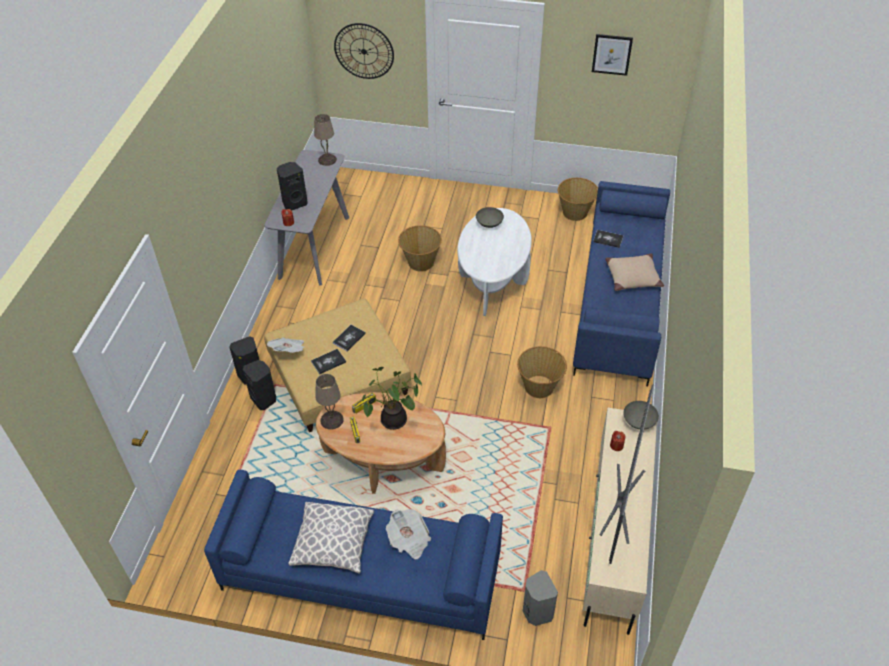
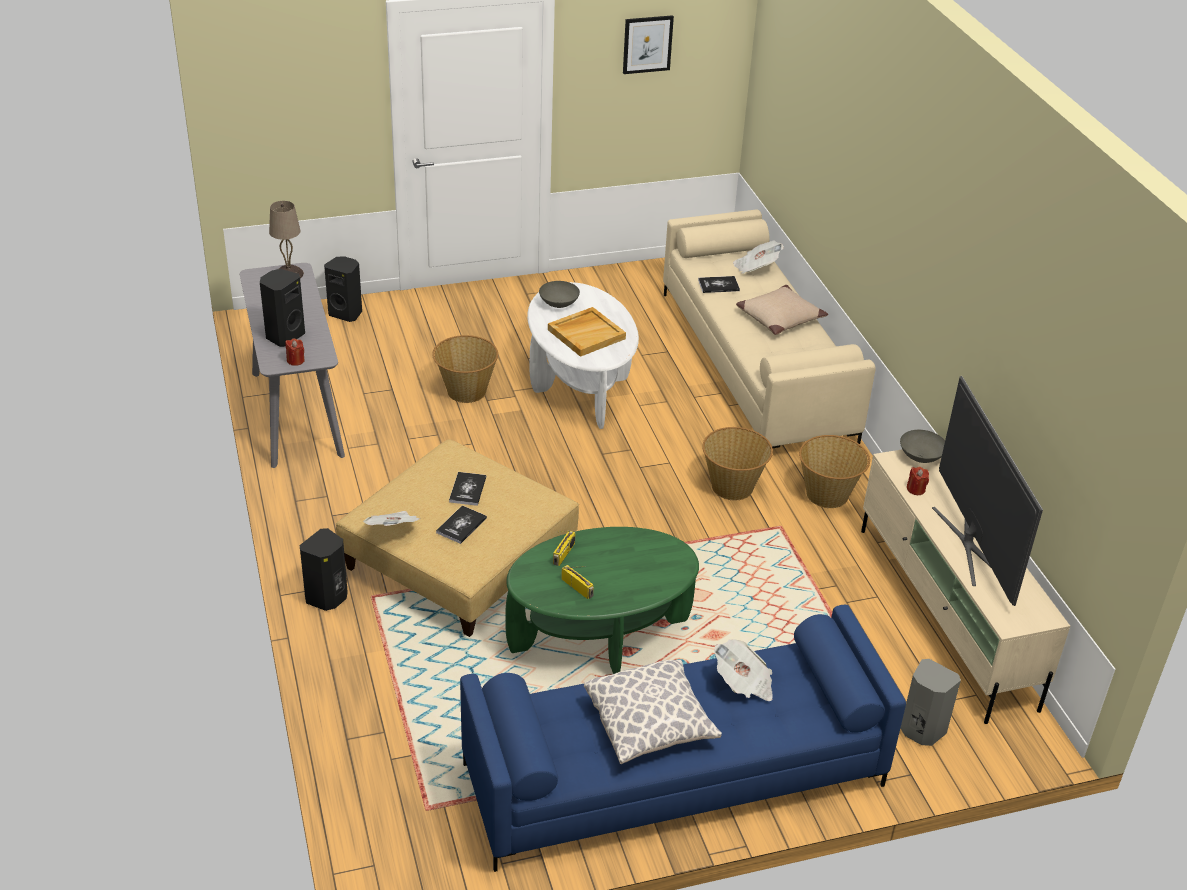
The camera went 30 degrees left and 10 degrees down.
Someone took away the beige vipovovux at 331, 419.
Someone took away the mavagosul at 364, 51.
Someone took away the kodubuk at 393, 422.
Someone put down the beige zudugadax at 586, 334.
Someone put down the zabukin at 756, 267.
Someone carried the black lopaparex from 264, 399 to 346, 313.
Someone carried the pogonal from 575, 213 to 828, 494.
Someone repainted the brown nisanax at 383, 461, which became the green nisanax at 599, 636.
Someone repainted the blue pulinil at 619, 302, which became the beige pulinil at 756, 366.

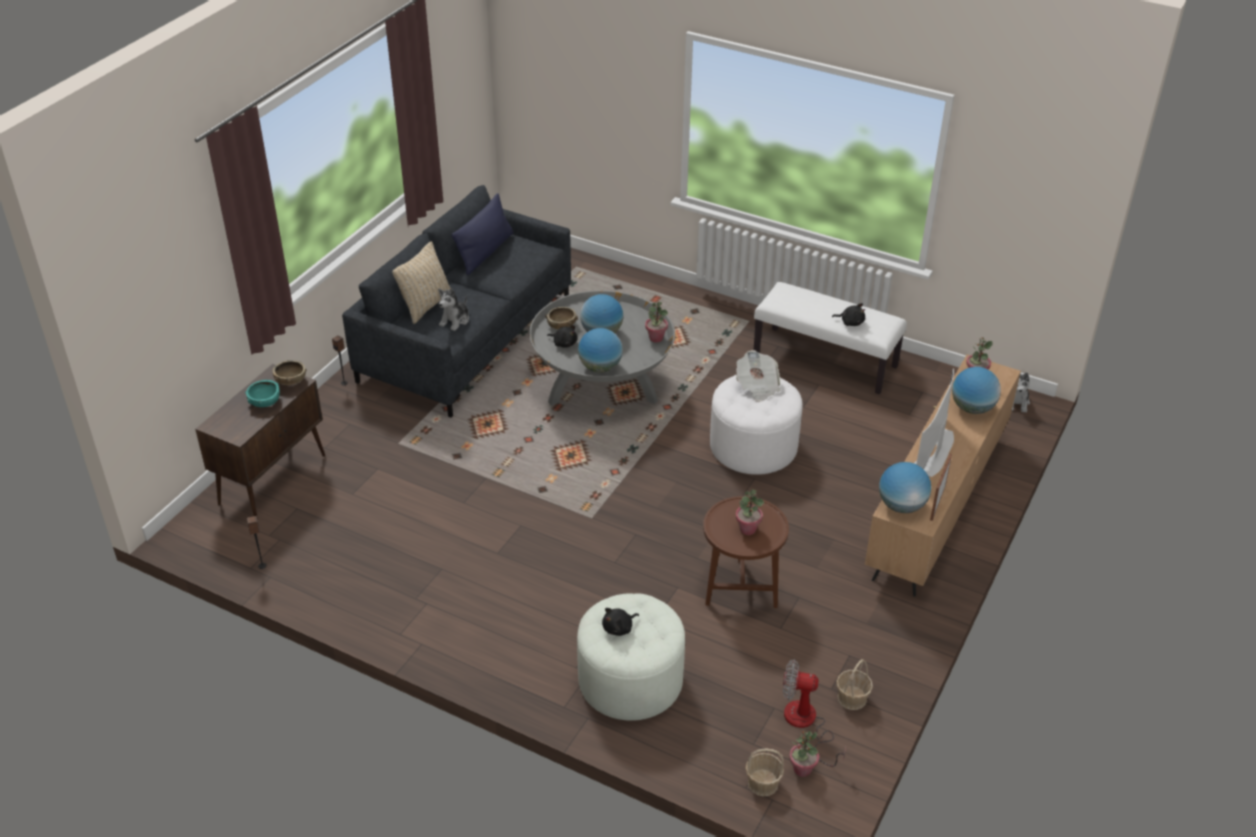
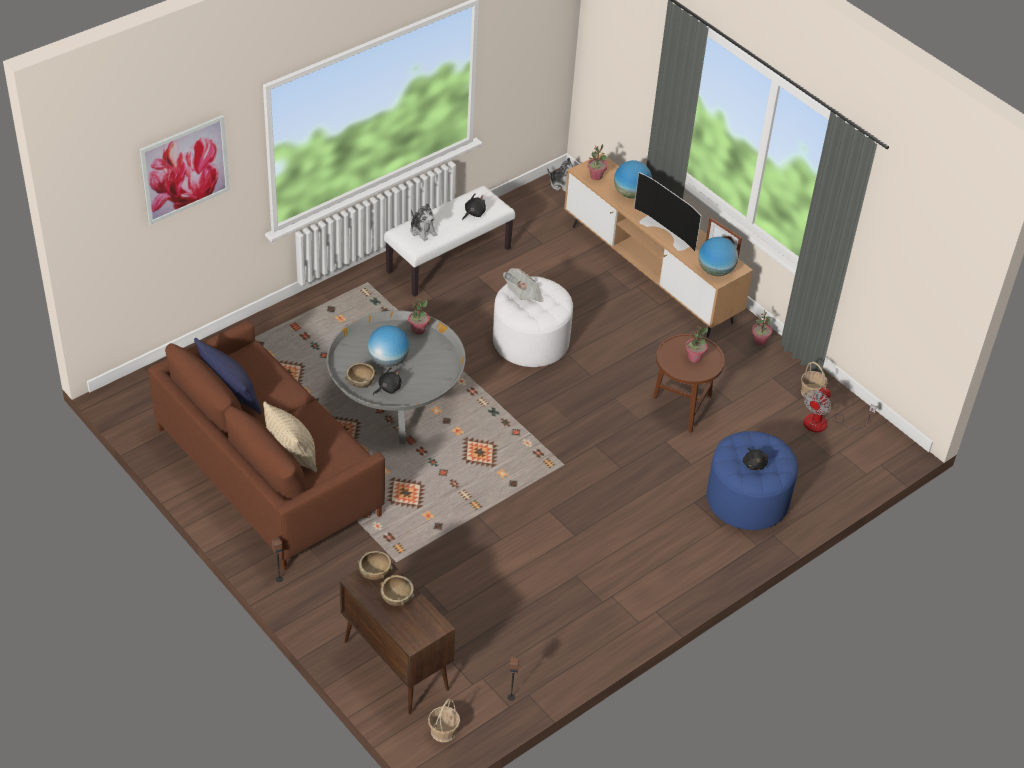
The camera went 70 degrees left and 5 degrees up.
Someone took away the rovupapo at 600, 367.
Someone put up the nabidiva at 185, 169.
Someone carried the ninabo from 455, 320 to 423, 231.
Someone carried the pogonal from 762, 783 to 443, 731.
Someone carried the kodubuk from 802, 769 to 759, 341.
Someone repainted the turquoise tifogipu at 265, 401, which became the brown tifogipu at 397, 597.
Someone repainted the grey pulinil at 466, 339, which became the brown pulinil at 268, 472.
Someone repainted the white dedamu at 630, 680, which became the blue dedamu at 747, 500.

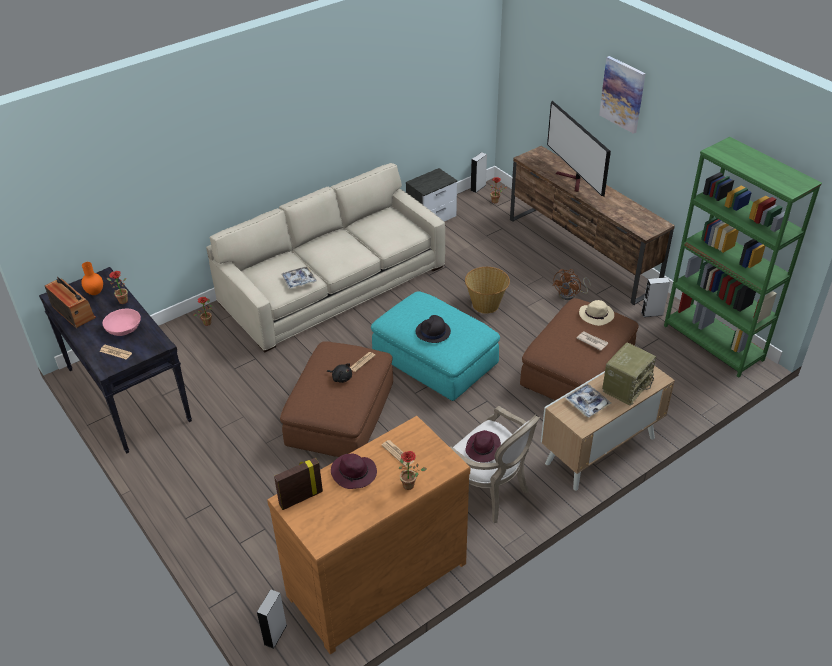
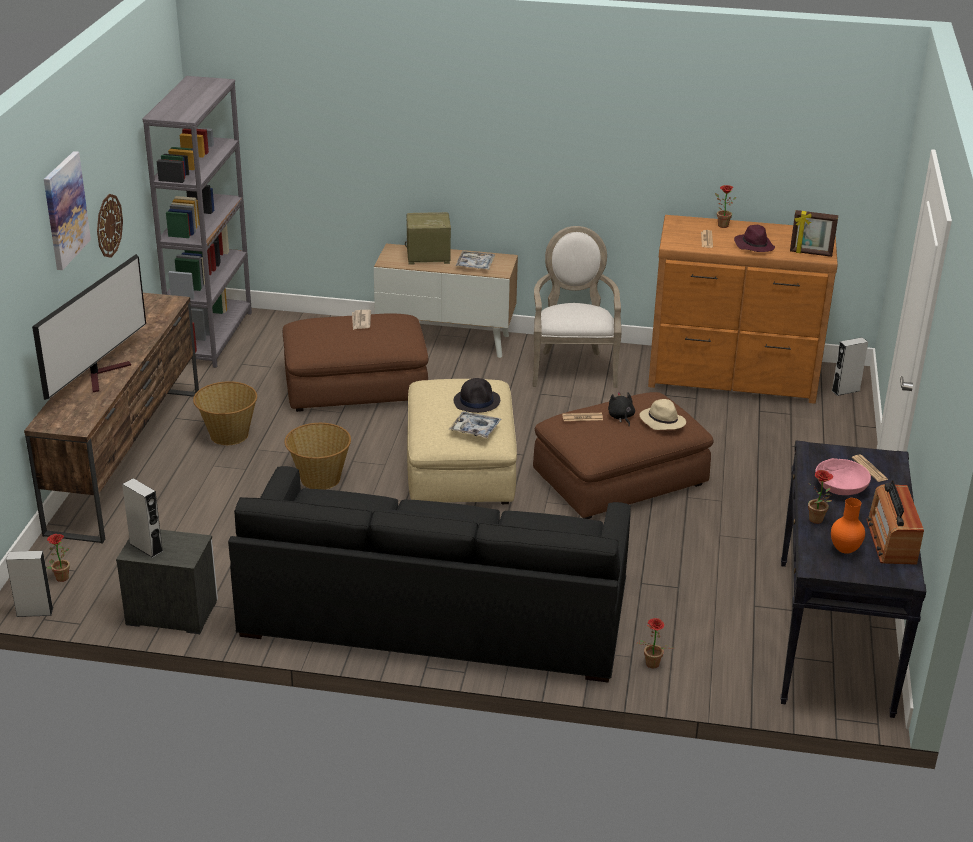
The camera went 135 degrees left and 10 degrees down.
Someone took away the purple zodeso at 483, 449.
Someone put up the mavagosul at 108, 225.
Someone carried the zudugadax from 299, 280 to 475, 429.
Someone carried the beige zodeso from 596, 315 to 661, 421.
Someone carried the grey lopaparex from 652, 313 to 146, 547.
Someone swapped the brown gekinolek at 570, 295 for the pogonal at 228, 435.
Someone repainted the beige pulinil at 333, 284, which became the black pulinil at 435, 608.
Someone repainted the turquoise dedamu at 435, 360, which became the beige dedamu at 460, 466.
Someone repainted the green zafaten at 713, 343, which became the grey zafaten at 211, 337.

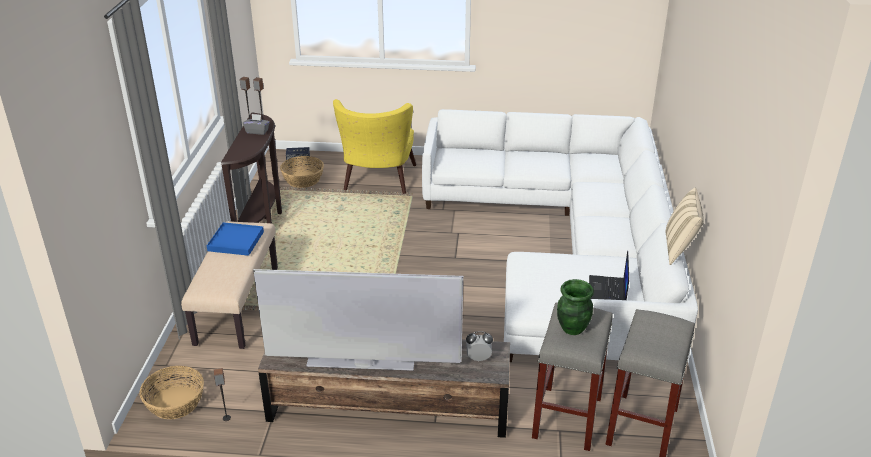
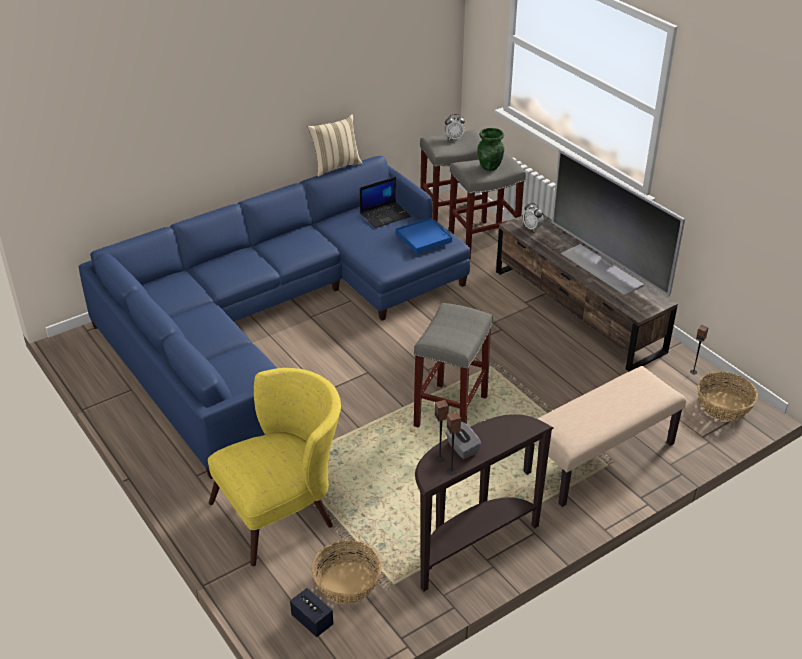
The camera went 130 degrees left and 5 degrees up.
Someone put down the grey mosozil at 451, 412.
Someone put down the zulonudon at 454, 138.
Someone carried the blue zudugadax from 236, 241 to 423, 238.
Someone repainted the white pulinil at 569, 247, which became the blue pulinil at 274, 318.

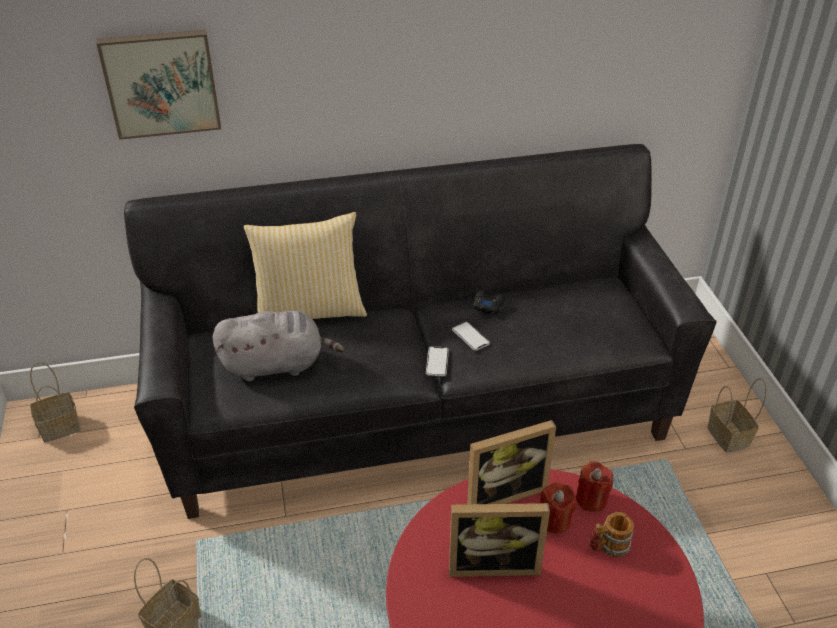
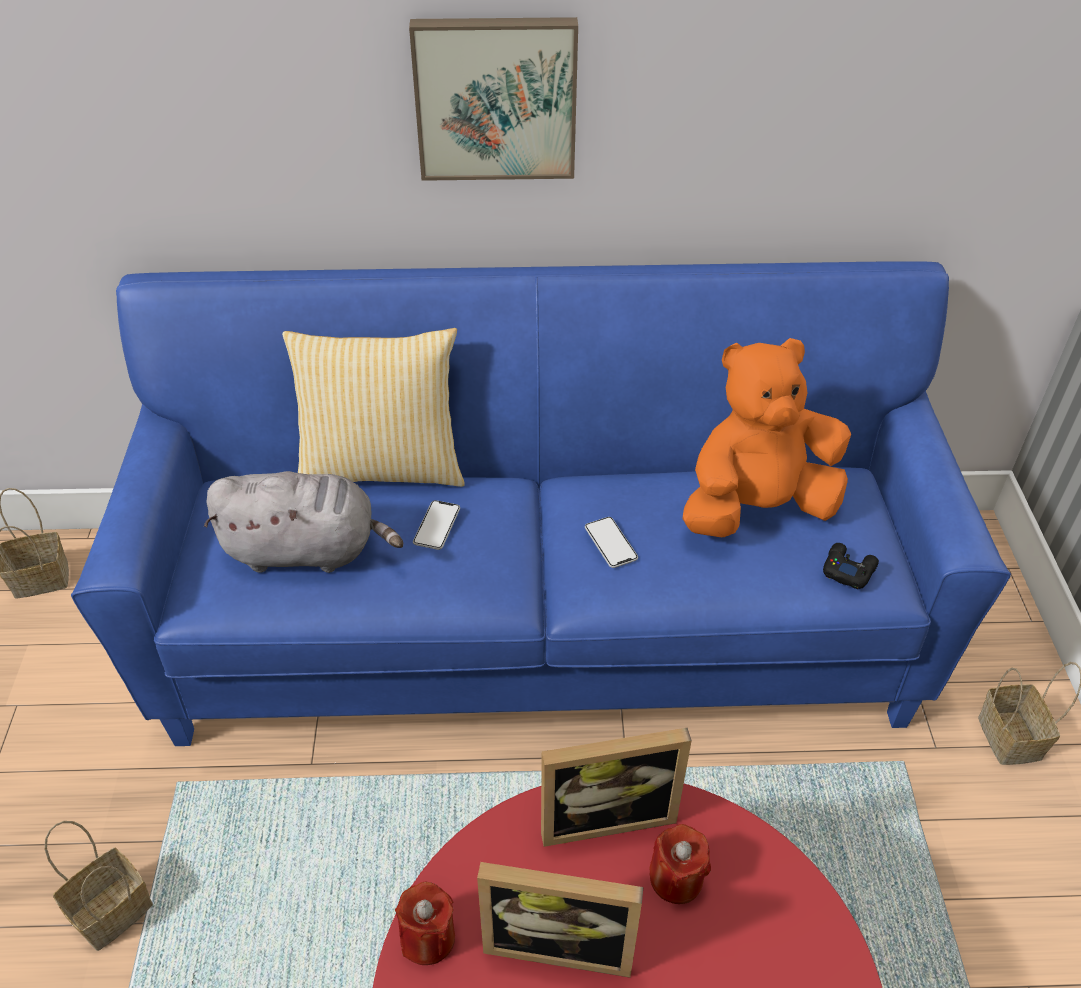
The camera went 10 degrees right and 5 degrees up.
Someone took away the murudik at 608, 547.
Someone put down the orange ninabo at 756, 508.
Someone carried the nabidiva from 161, 82 to 495, 98.
Someone carried the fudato from 437, 362 to 437, 526.
Someone carried the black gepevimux from 488, 305 to 848, 569.
Someone carried the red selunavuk from 591, 499 to 428, 938.
Someone repainted the black pulinil at 417, 413, which became the blue pulinil at 539, 629.

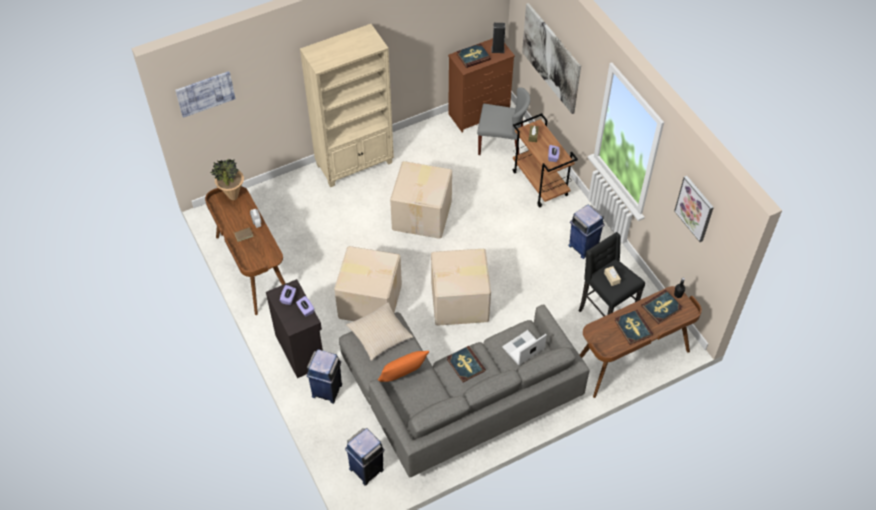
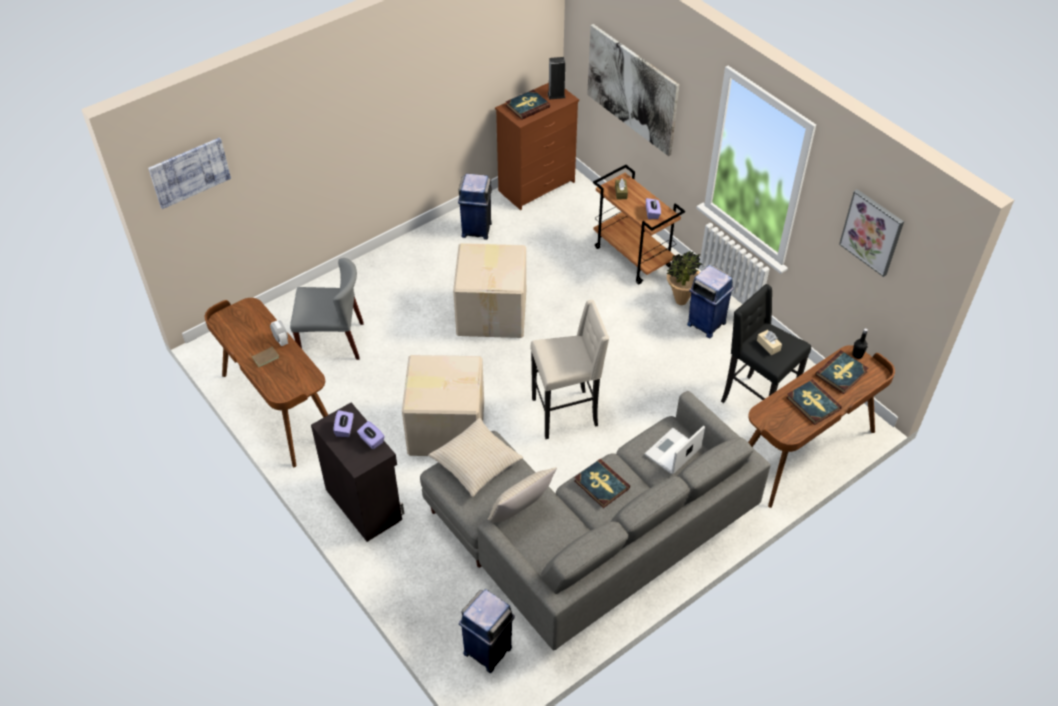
The camera went 10 degrees left and 5 degrees down.
Someone took away the beige zafaten at 355, 164.
Someone carried the kodubuk from 233, 196 to 681, 301.
Someone carried the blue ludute from 327, 390 to 476, 229.
Someone carried the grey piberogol from 501, 144 to 333, 341.
Someone swapped the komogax at 460, 302 for the beige mosozil at 566, 413.
Someone repainted the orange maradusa at 403, 378, which became the beige maradusa at 520, 514.

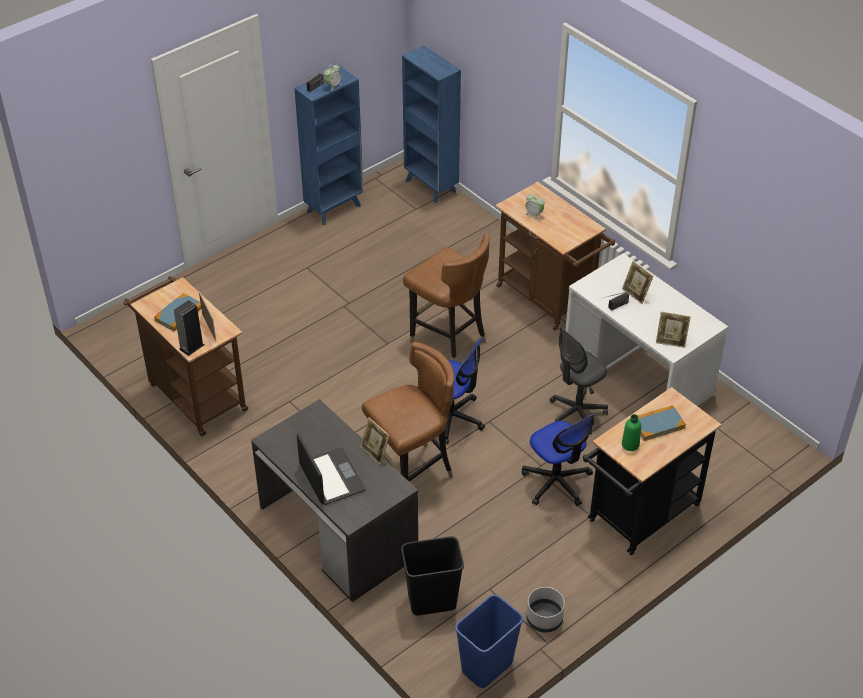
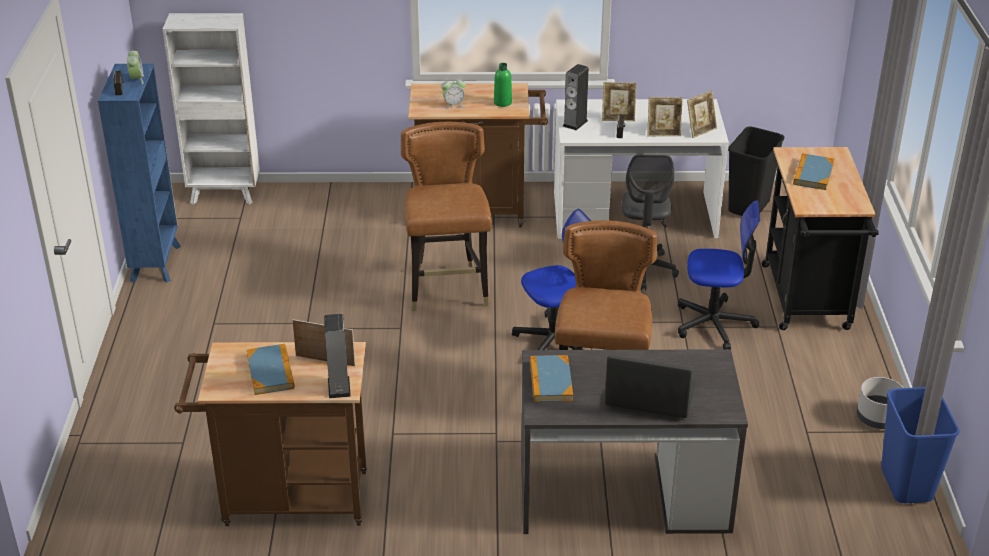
The camera went 50 degrees left and 10 degrees down.
Someone put down the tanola at 550, 381.
Someone put down the lopaparex at 575, 123.
Someone carried the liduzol from 375, 453 to 663, 133.
Someone carried the black ludute from 432, 602 to 749, 207.
Someone carried the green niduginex from 630, 444 to 502, 102.
Someone repainted the blue zafaten at 431, 187, which became the white zafaten at 225, 194.
Someone rotated the brown piberogol at 448, 339 by 90 degrees counterclockwise.

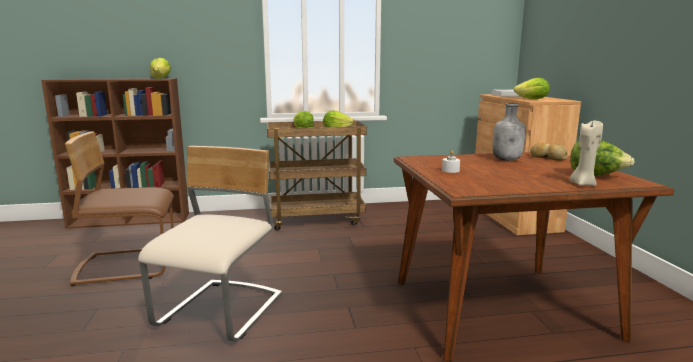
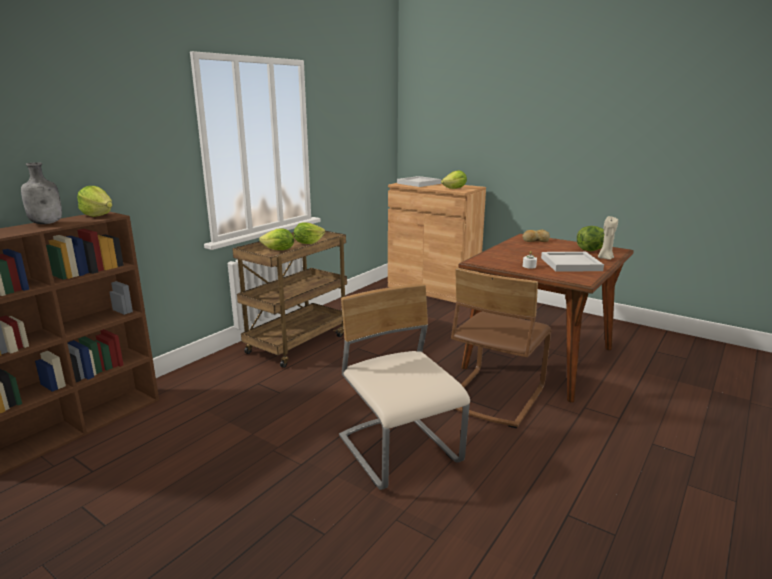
The camera went 45 degrees left and 5 degrees up.
Someone put down the white zudugadax at 569, 264.
Someone carried the brown piberogol from 127, 265 to 494, 396.
Someone carried the grey niduginex from 507, 160 to 47, 223.

